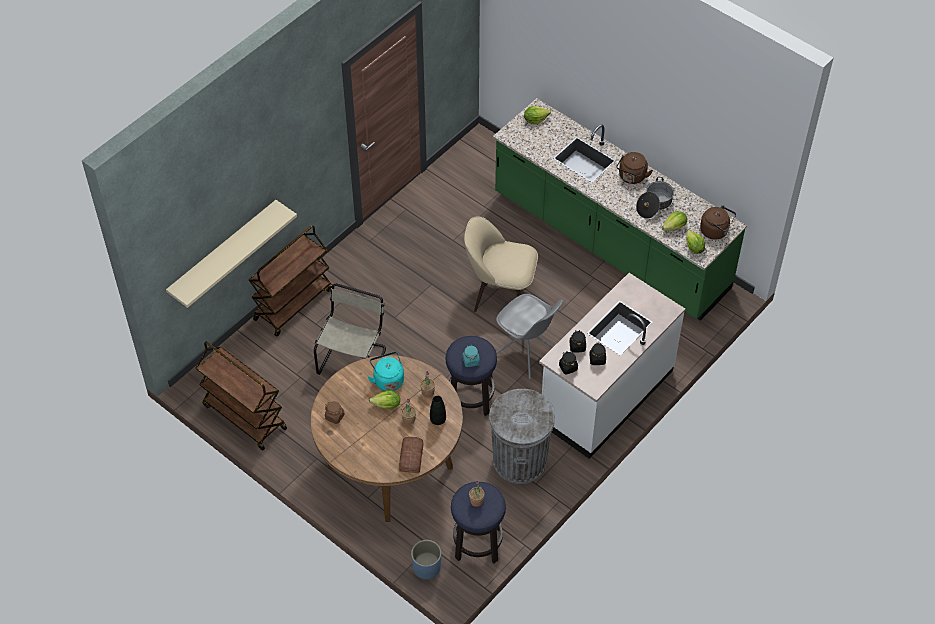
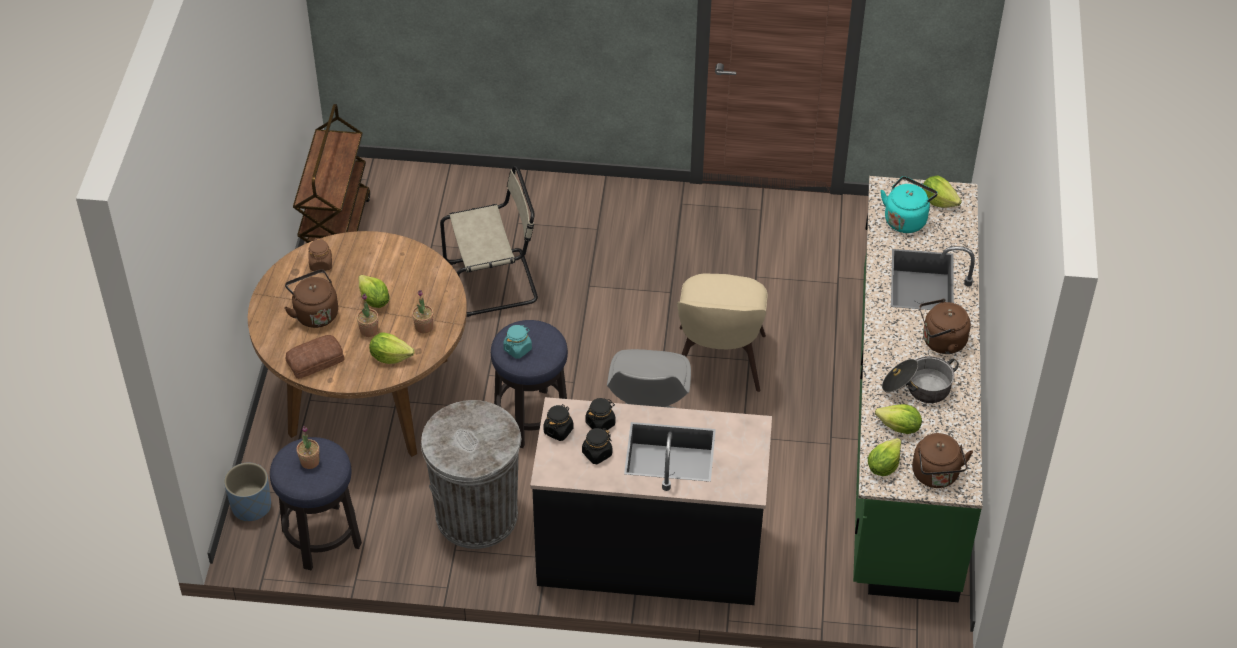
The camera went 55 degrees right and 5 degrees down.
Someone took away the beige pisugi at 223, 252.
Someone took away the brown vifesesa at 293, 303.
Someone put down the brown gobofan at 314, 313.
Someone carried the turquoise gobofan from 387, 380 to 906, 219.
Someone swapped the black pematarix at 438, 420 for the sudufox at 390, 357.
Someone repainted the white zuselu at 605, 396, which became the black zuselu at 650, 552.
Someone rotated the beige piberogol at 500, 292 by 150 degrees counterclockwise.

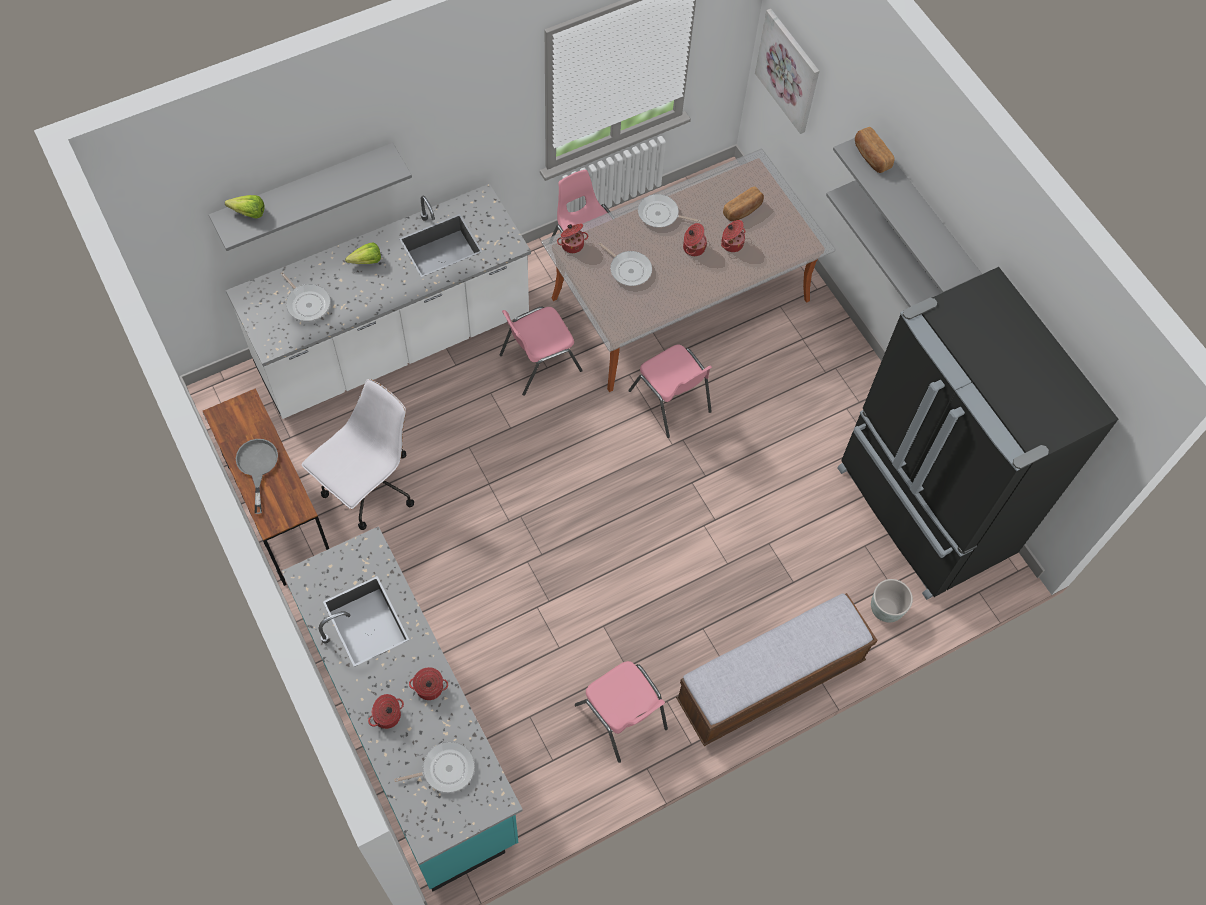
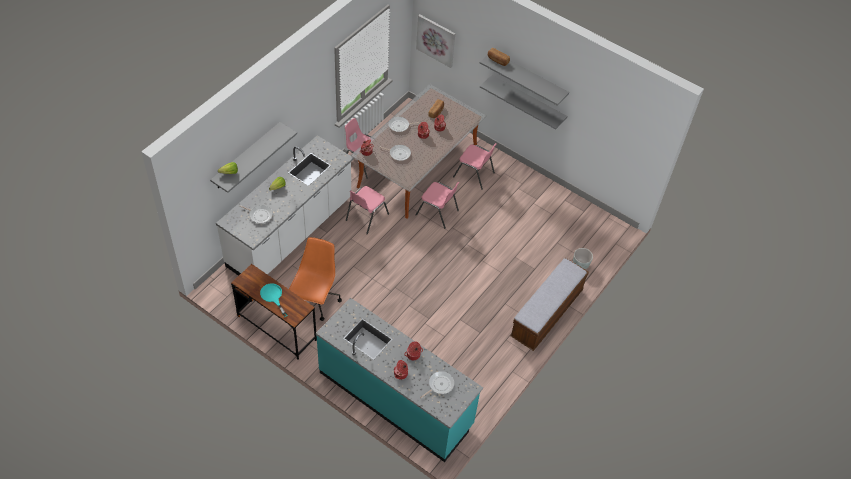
The camera went 25 degrees left and 10 degrees down.
Someone took away the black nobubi at 922, 512.
Someone carried the pink piberogol from 622, 717 to 474, 175.
Someone repainted the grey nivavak at 257, 467, which became the turquoise nivavak at 273, 297.
Someone repainted the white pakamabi at 369, 488, which became the orange pakamabi at 315, 301.

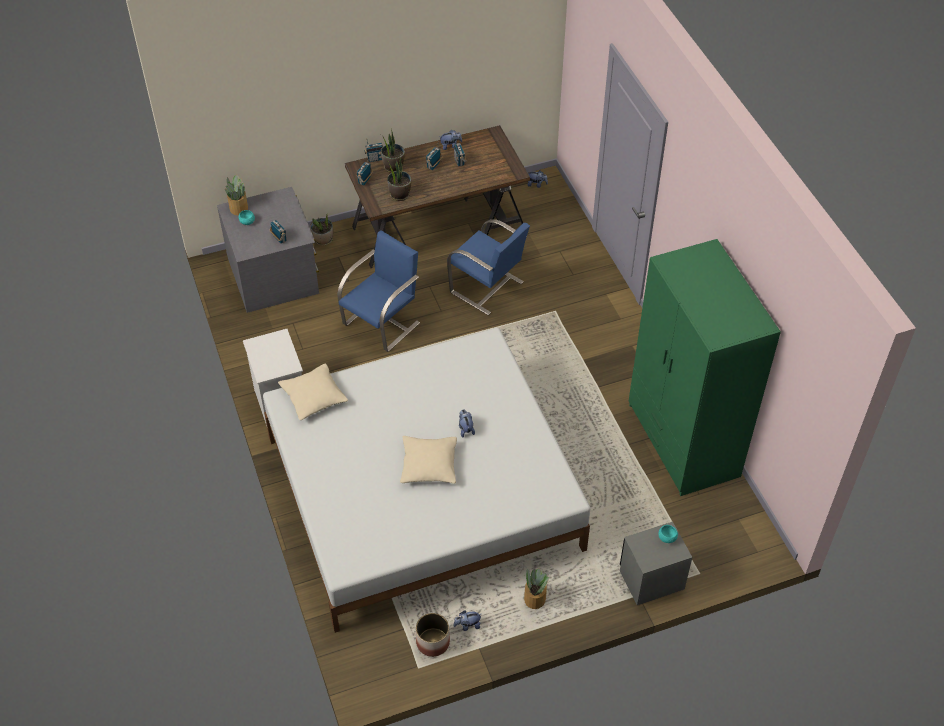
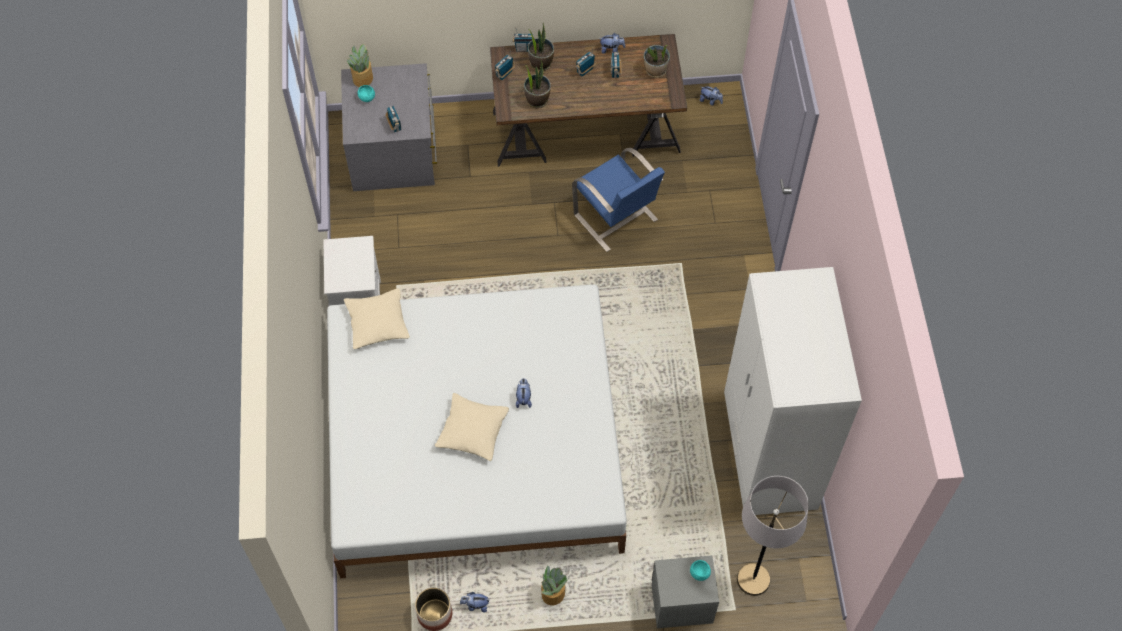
The camera went 15 degrees right and 10 degrees up.
Someone took away the blue piberogol at 382, 323.
Someone put down the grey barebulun at 753, 579.
Someone carried the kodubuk from 323, 240 to 655, 70.
Someone repainted the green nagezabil at 682, 441, which became the white nagezabil at 768, 452.

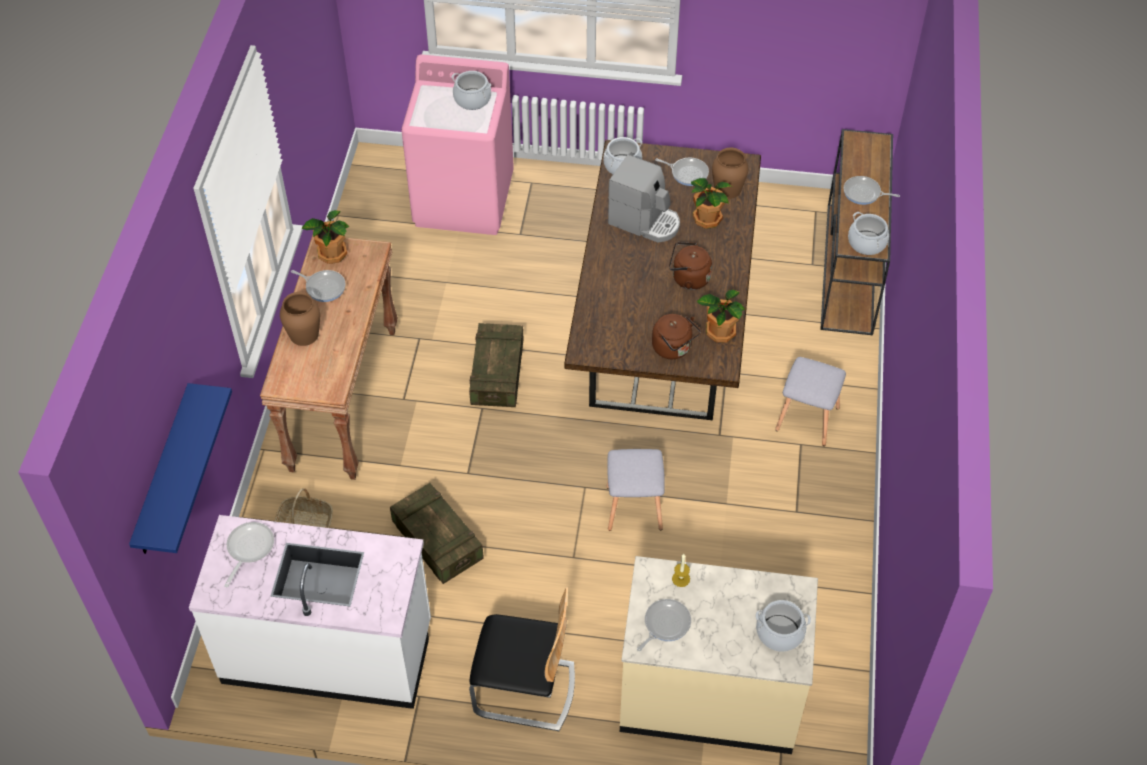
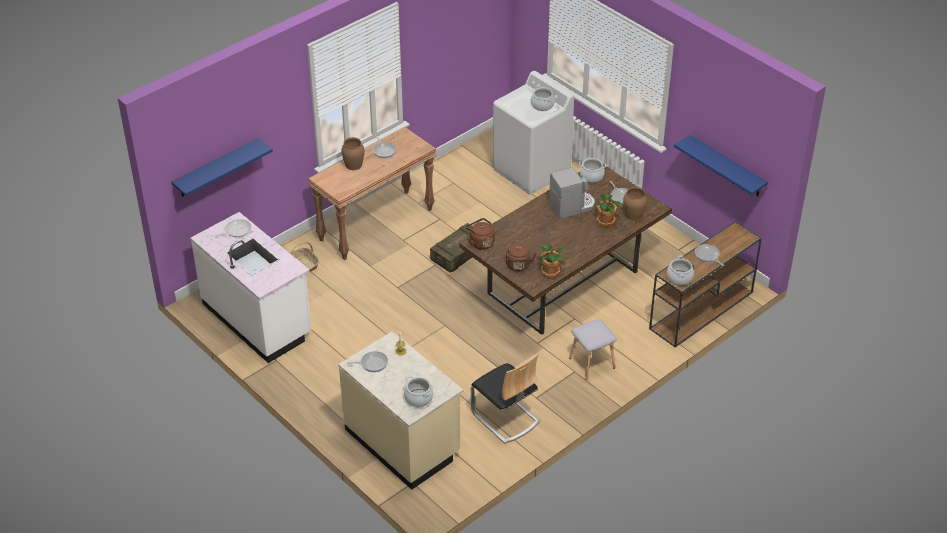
The camera went 40 degrees right and 10 degrees down.
Someone took away the kodubuk at 331, 253.
Someone took away the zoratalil at 437, 542.
Someone took away the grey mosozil at 633, 508.
Someone put up the blue pisugi at 727, 167.
Someone carried the piberogol from 525, 690 to 505, 417.
Someone carried the brown gobofan from 688, 278 to 480, 242.
Someone repainted the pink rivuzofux at 464, 200, which became the white rivuzofux at 531, 171.
Someone rotated the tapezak at 645, 221 by 90 degrees counterclockwise.

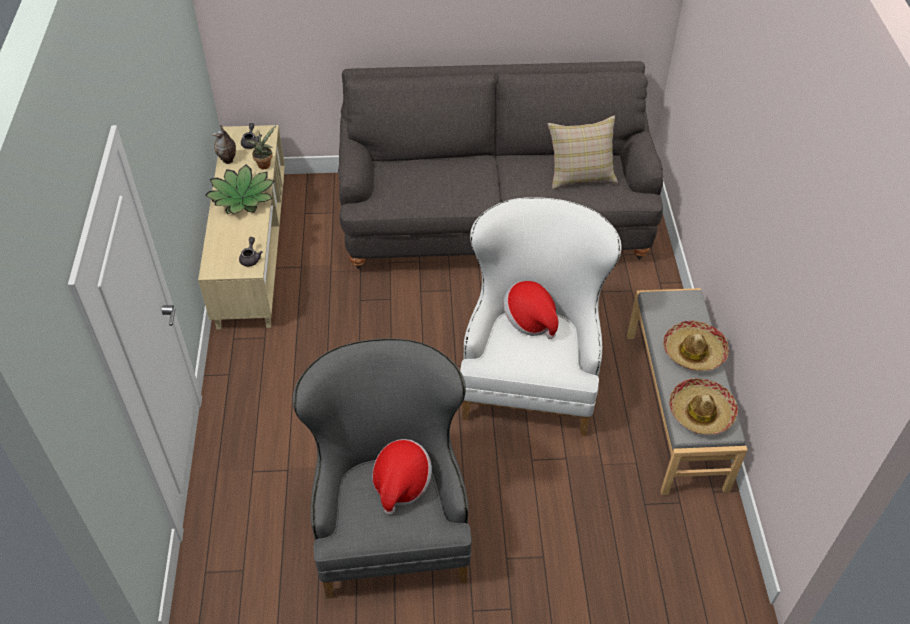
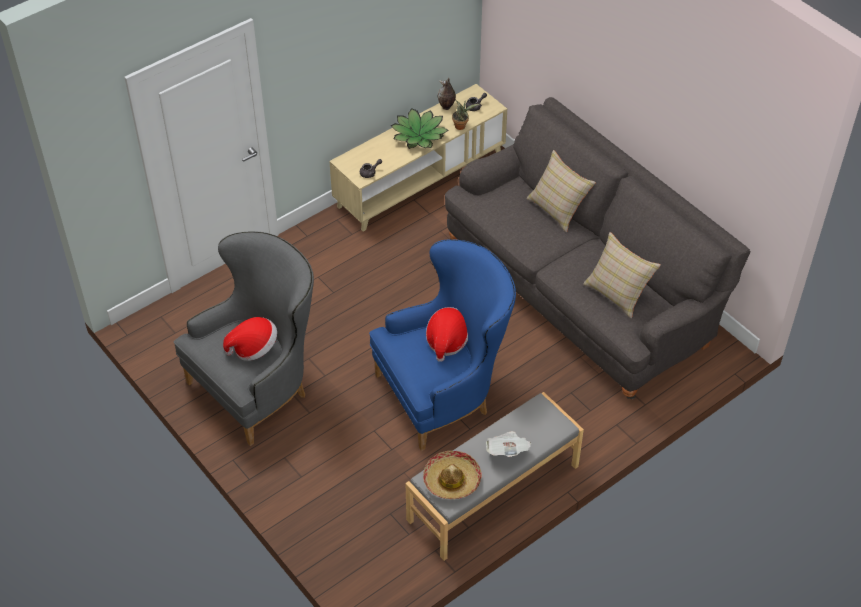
The camera went 55 degrees right and 0 degrees up.
Someone put down the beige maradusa at 558, 208.
Someone swapped the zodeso at 694, 352 for the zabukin at 507, 451.
Someone repainted the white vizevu at 530, 379, which became the blue vizevu at 444, 393.

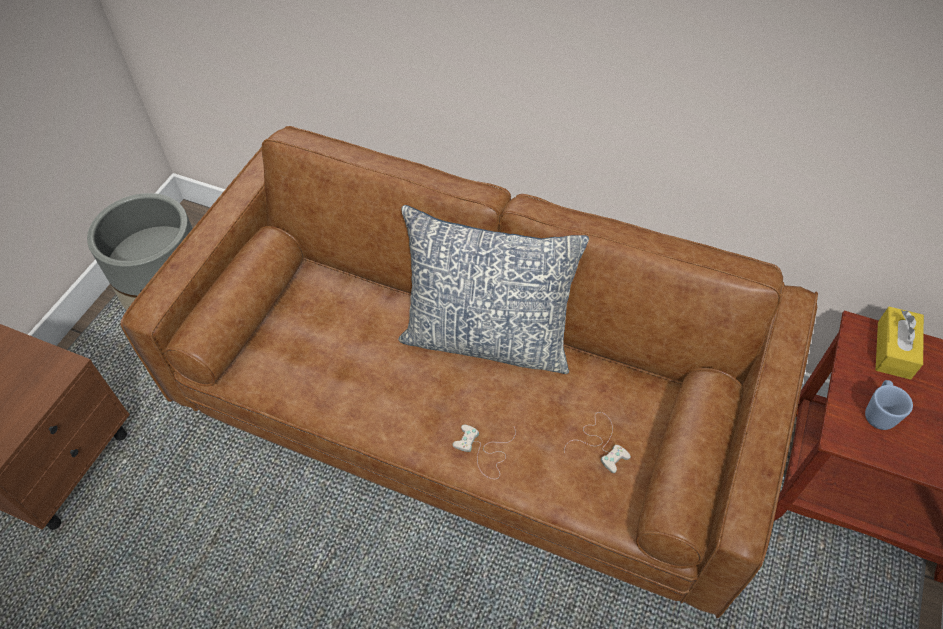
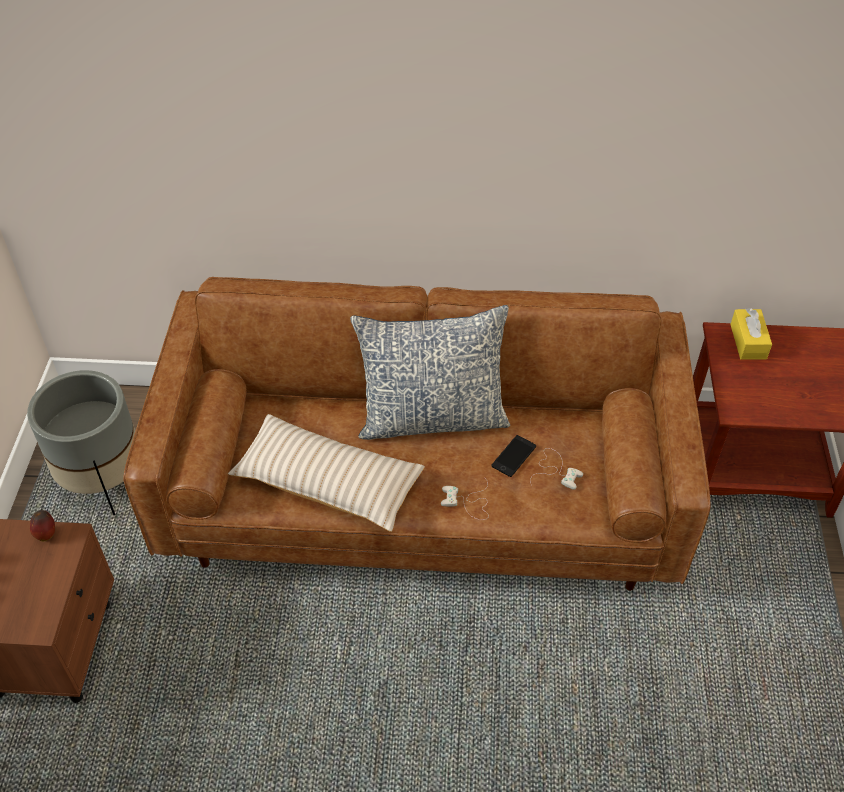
The camera went 20 degrees left and 5 degrees down.
Someone took away the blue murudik at 878, 413.
Someone put down the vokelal at 46, 534.
Someone put down the beige maradusa at 328, 483.
Someone put down the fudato at 514, 456.

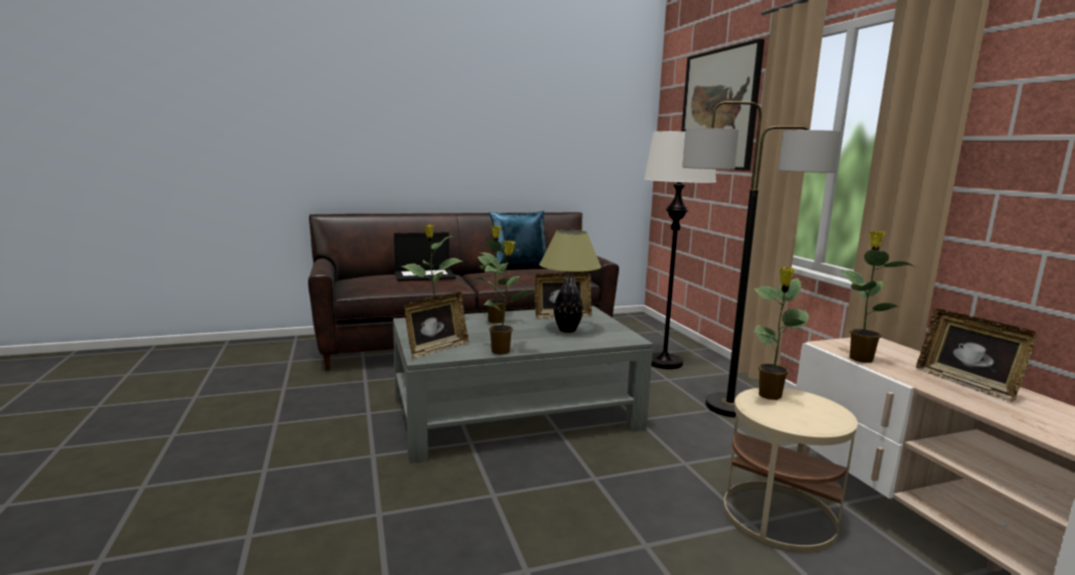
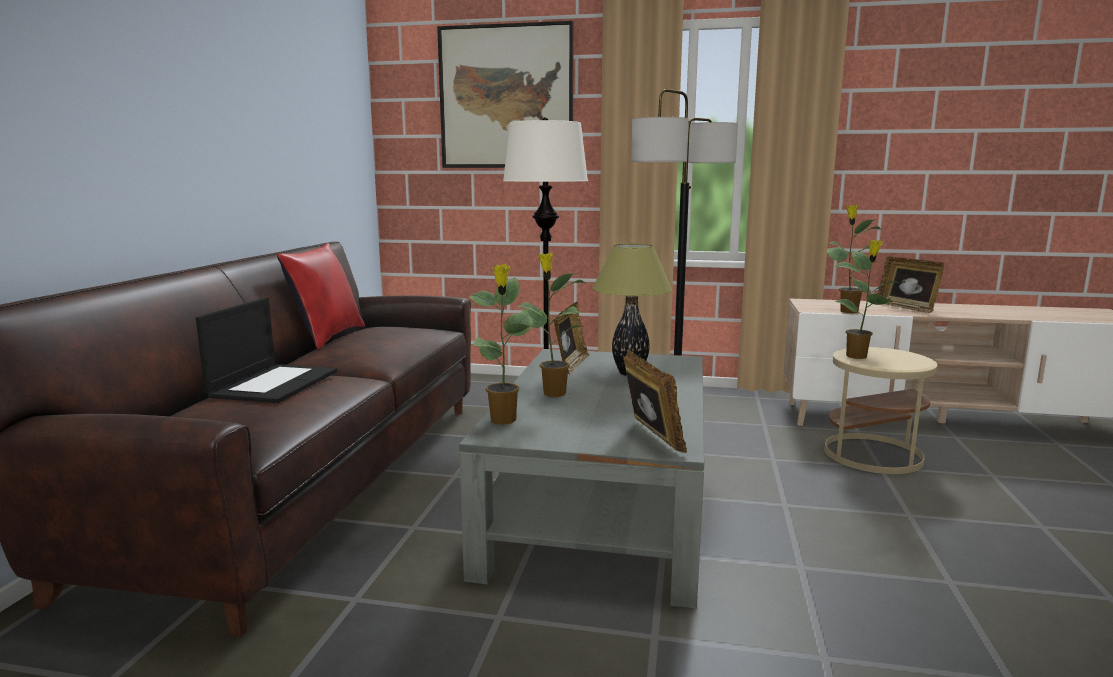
The camera went 60 degrees left and 0 degrees up.
Someone took away the kodubuk at 502, 351.
Someone repainted the blue maradusa at 519, 267, which became the red maradusa at 327, 337.
Someone rotated the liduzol at 966, 384 by 60 degrees clockwise.

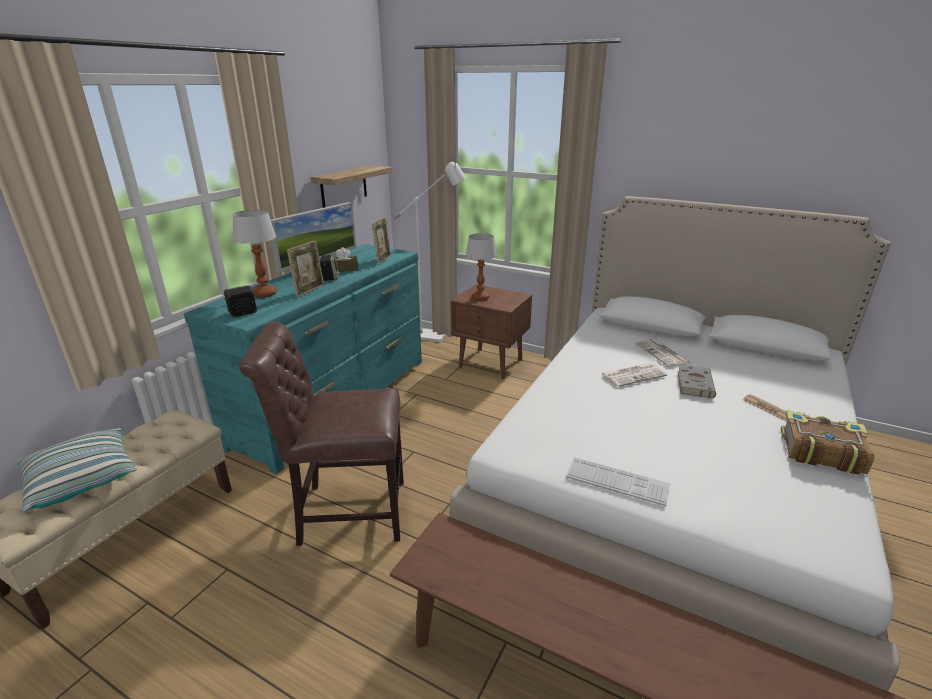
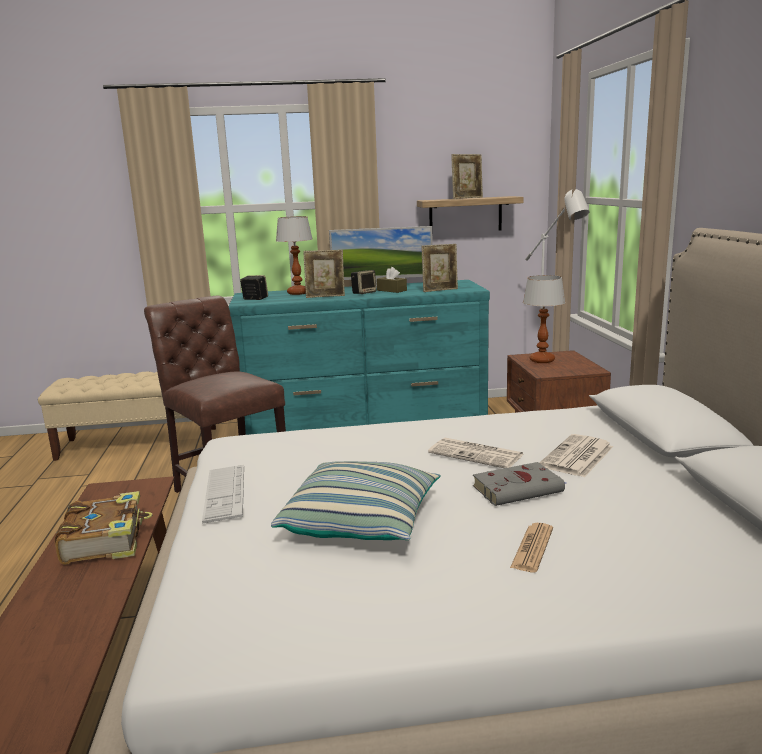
The camera went 55 degrees right and 10 degrees down.
Someone put down the liduzol at 467, 198.
Someone carried the maradusa from 83, 479 to 361, 522.
Someone carried the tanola from 820, 451 to 106, 540.

